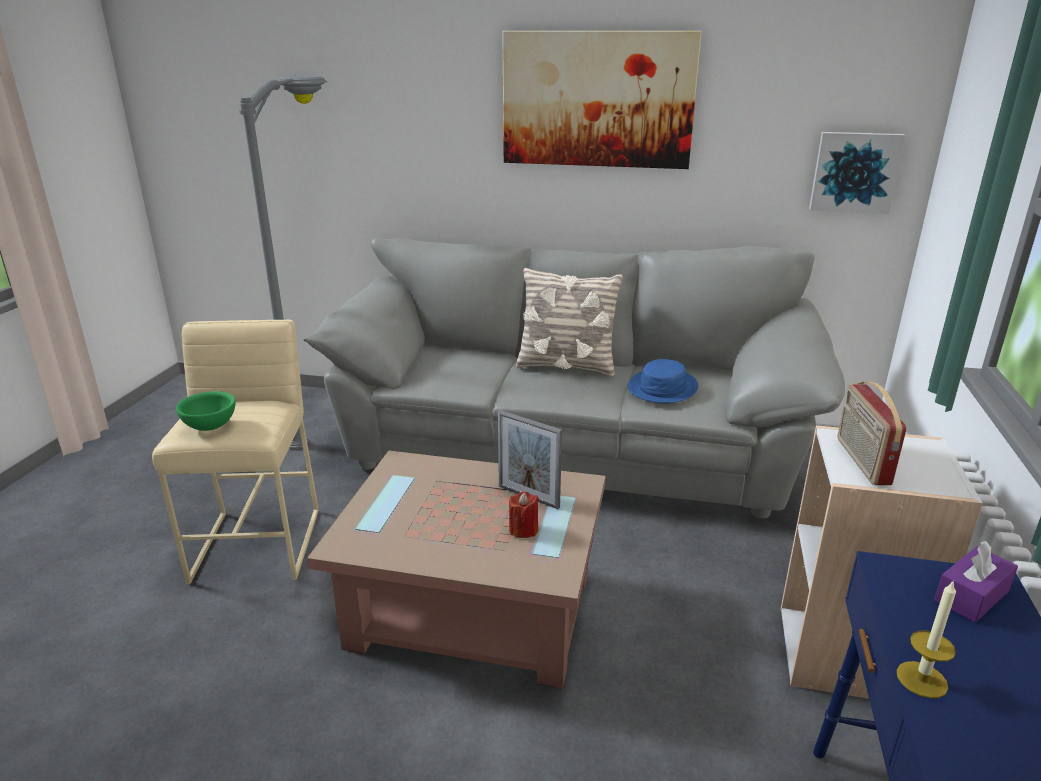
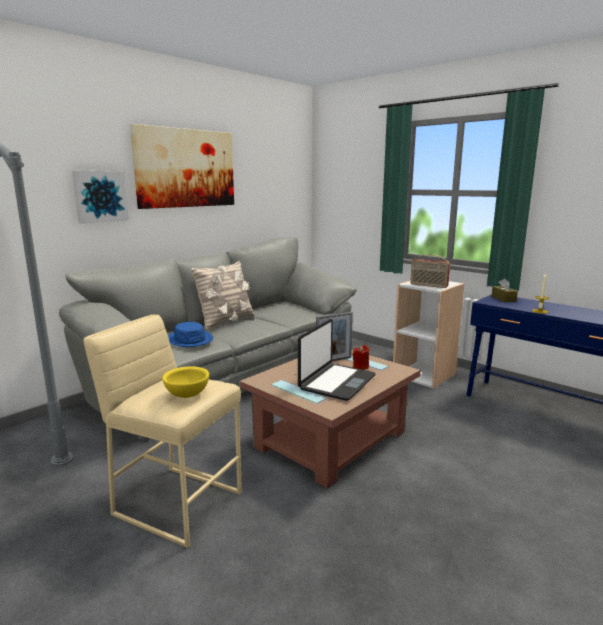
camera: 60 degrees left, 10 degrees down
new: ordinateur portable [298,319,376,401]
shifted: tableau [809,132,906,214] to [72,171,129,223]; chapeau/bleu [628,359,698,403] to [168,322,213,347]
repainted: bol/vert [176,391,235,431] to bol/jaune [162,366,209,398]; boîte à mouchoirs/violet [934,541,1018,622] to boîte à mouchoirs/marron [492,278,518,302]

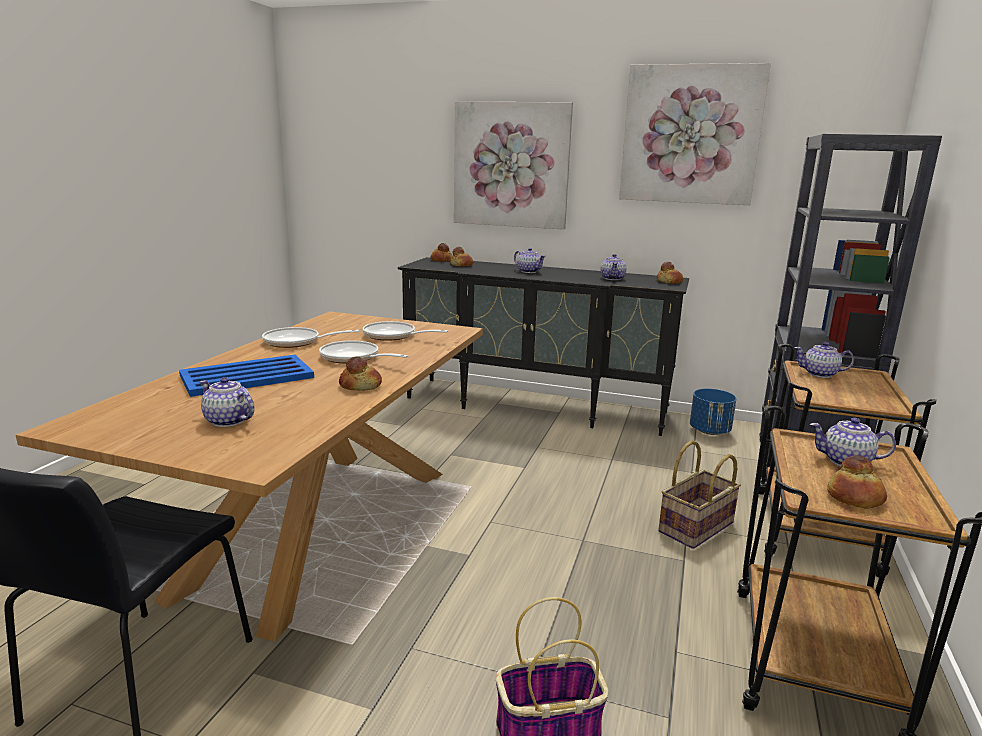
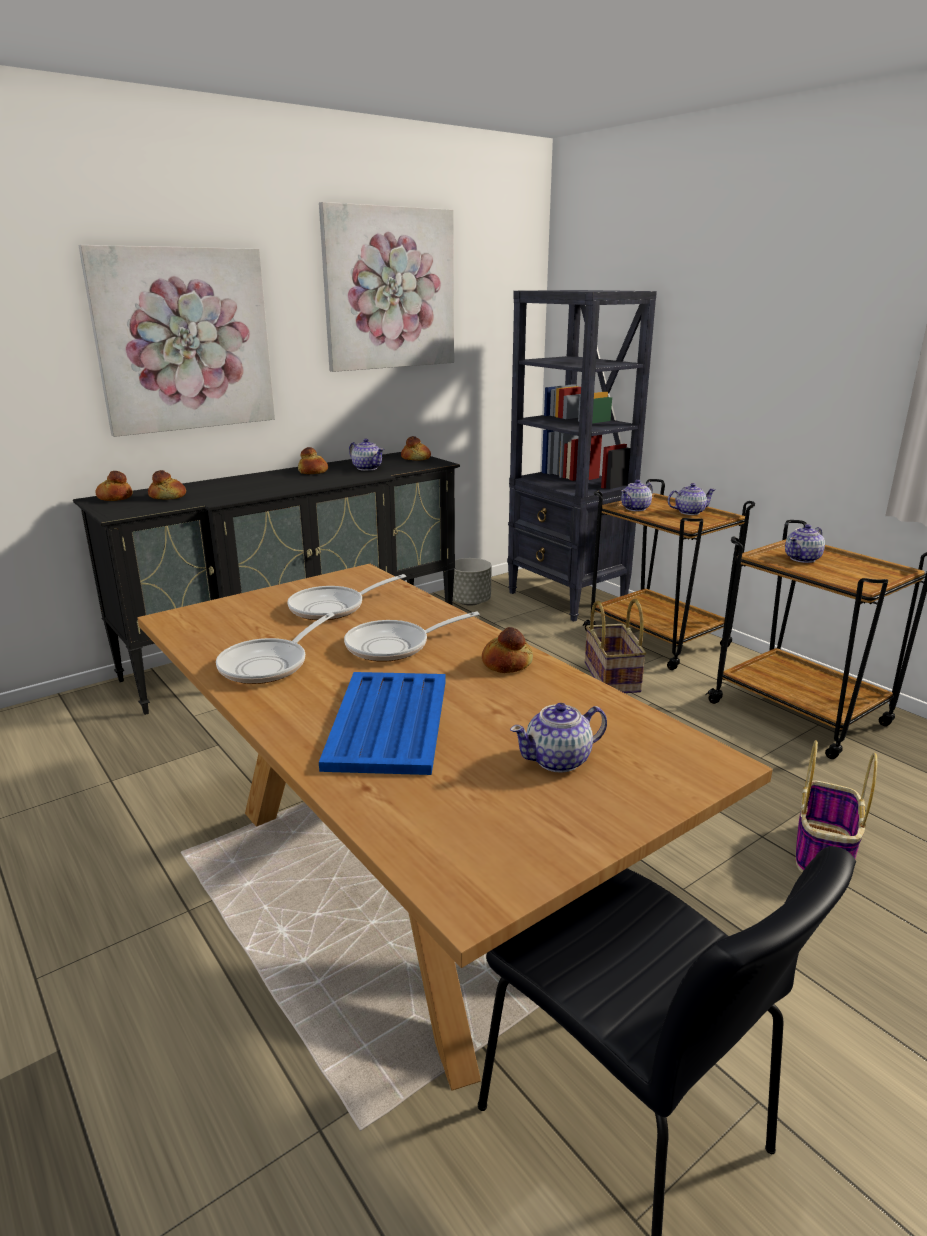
camera: 55 degrees left, 5 degrees up
shifted: théière [514,248,546,273] to [668,483,716,515]; pain [827,455,887,509] to [298,447,328,474]
repainted: cache-pot/bleu [690,389,736,435] to cache-pot/gris [453,558,492,606]

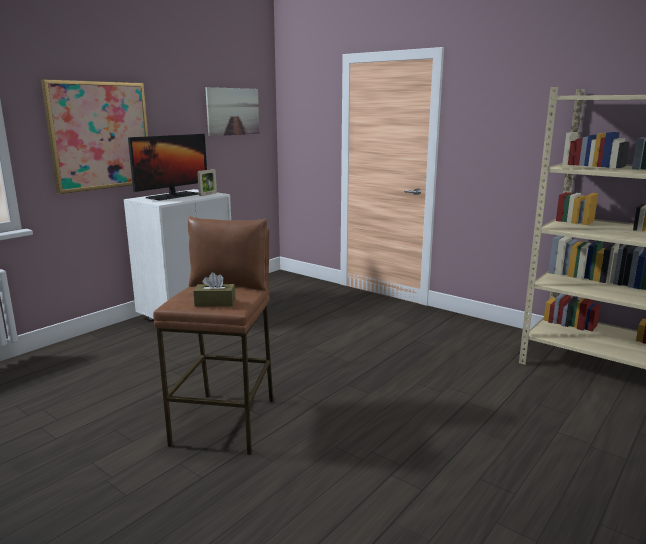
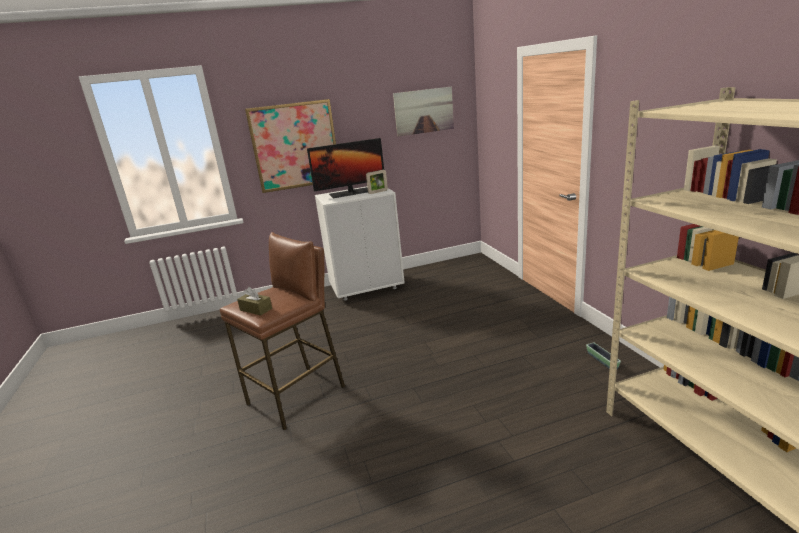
camera: 35 degrees right, 5 degrees up
new: cache-pot [586,342,621,369]

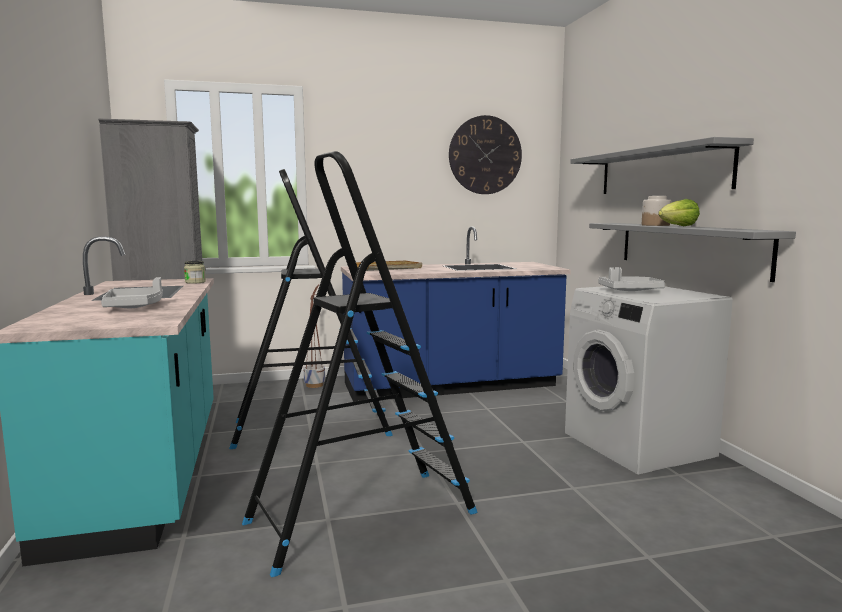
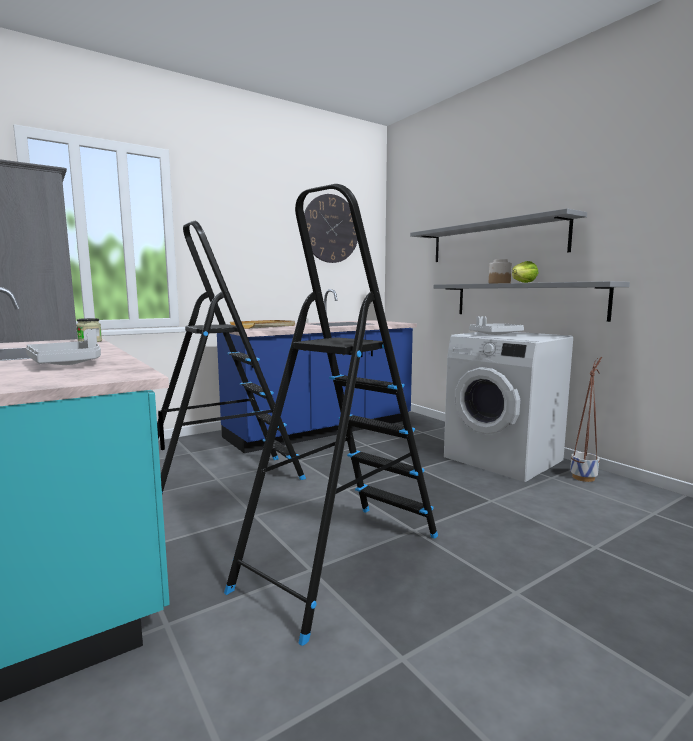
camera: 20 degrees left, 0 degrees up
shifted: cache-pot [303,284,325,388] to [570,357,602,482]

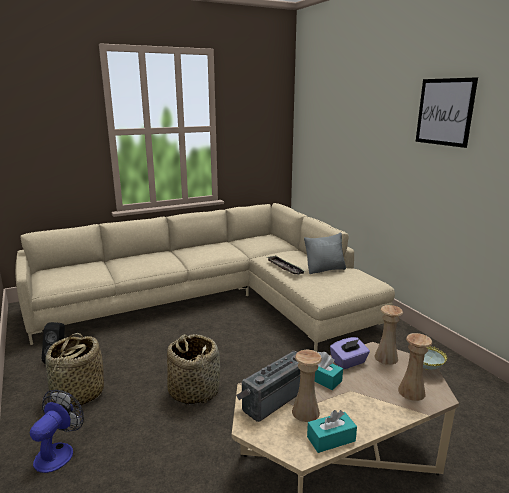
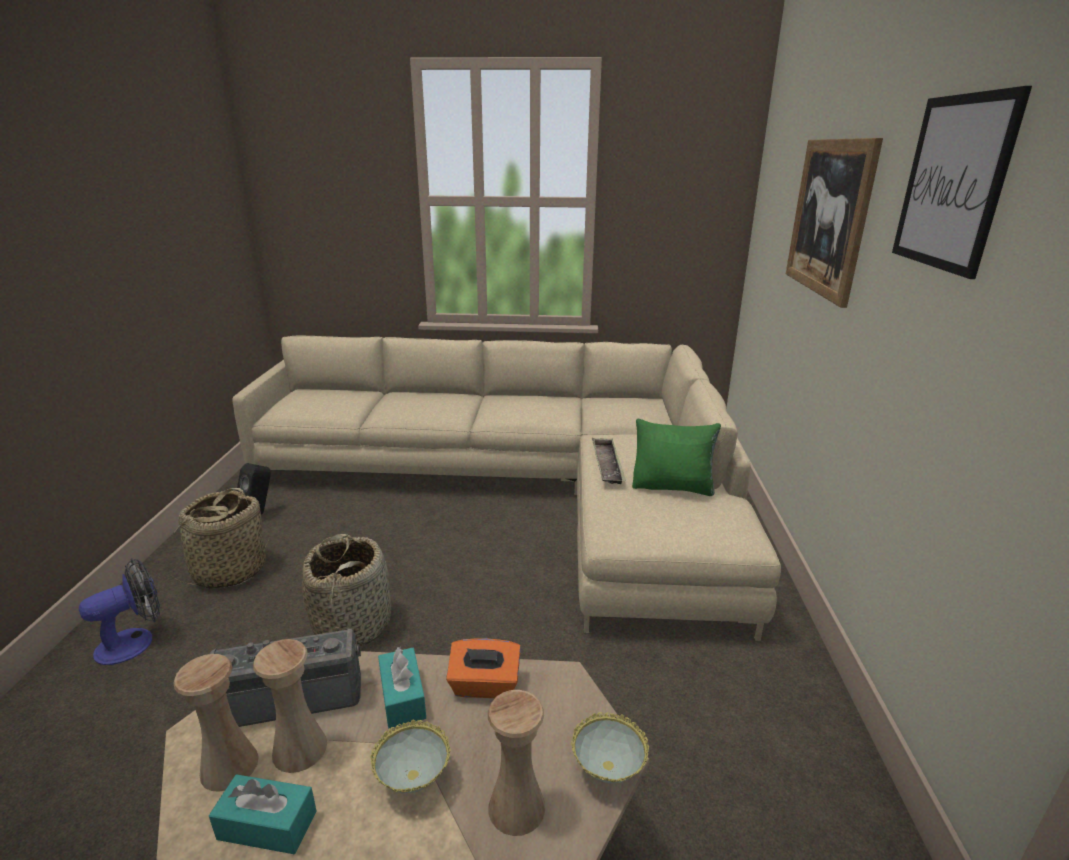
camera: 30 degrees right, 5 degrees up
new: tableau [786,138,883,308]; bol [370,719,450,794]
shifted: vase/beige [374,305,403,365] to [174,654,259,792]
repainted: coussin/gris [304,233,346,274] to coussin/vert [632,419,721,496]; boîte à mouchoirs/violet [330,337,370,369] to boîte à mouchoirs/orange [446,638,521,698]

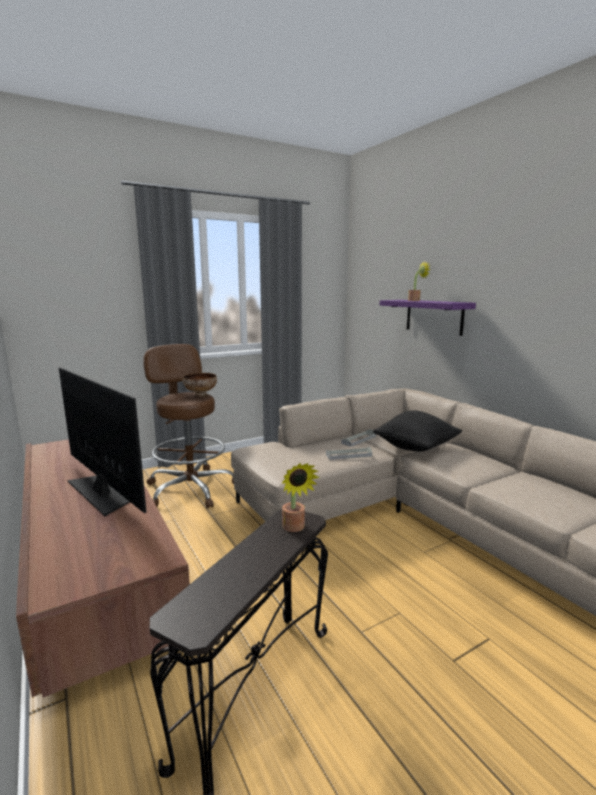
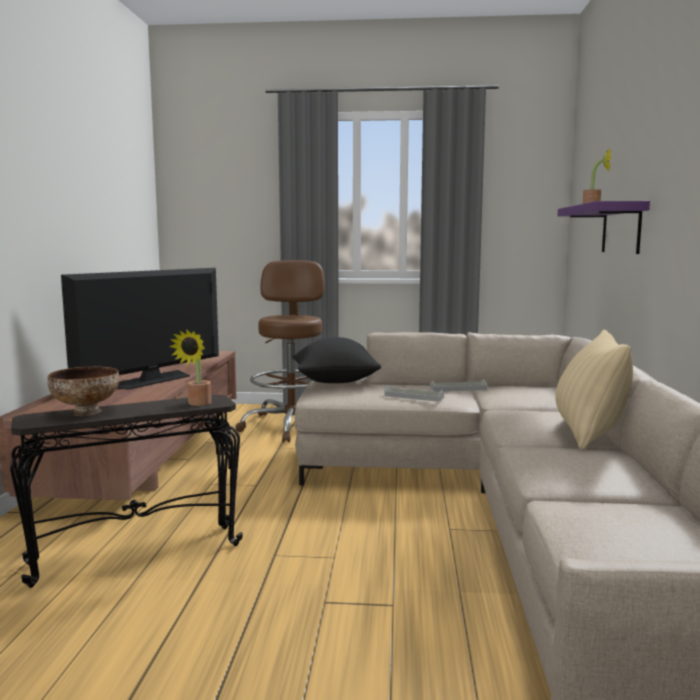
camera: 35 degrees right, 5 degrees down
new: coussin/beige [555,330,633,450]
shifted: bol [183,373,217,398] to [47,367,120,416]; coussin/noir [373,410,462,452] to [293,337,381,383]
rotated: téléviseur [59,367,147,516] = [61,268,219,390] 45 degrees clockwise

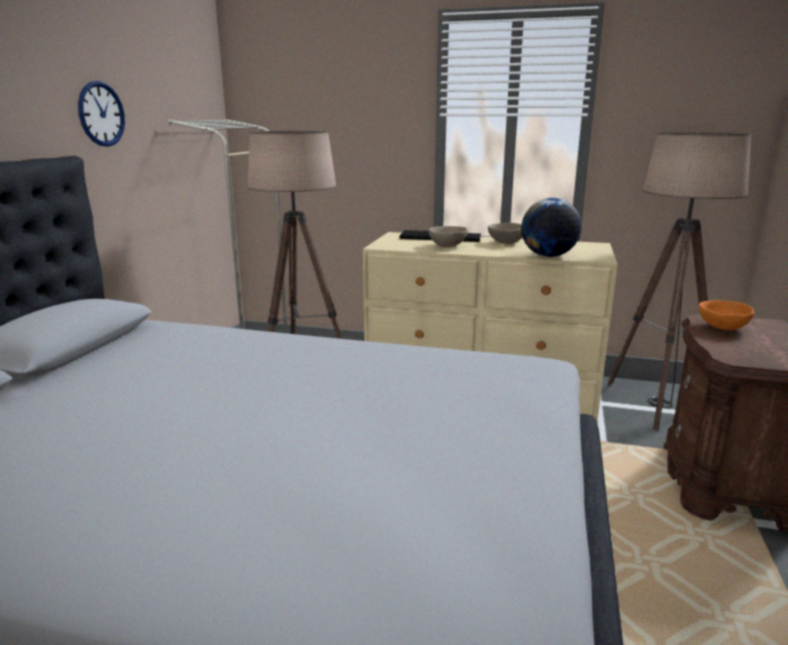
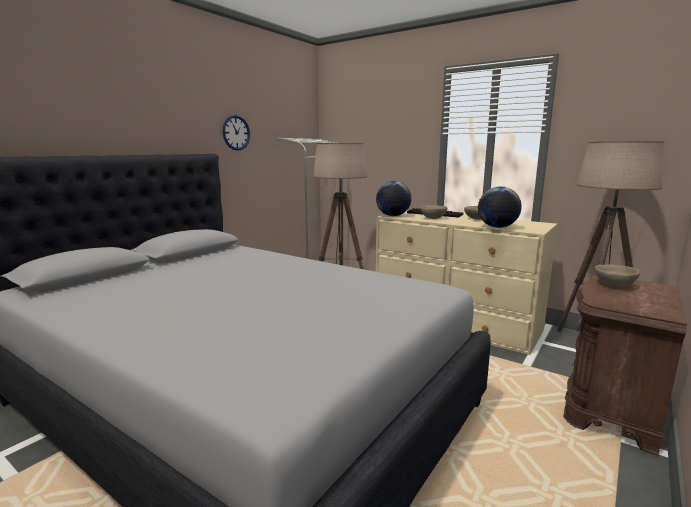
camera: 20 degrees right, 5 degrees down
new: globe [376,181,411,216]
repainted: bol/orange [699,300,754,330] to bol/beige [595,265,640,287]

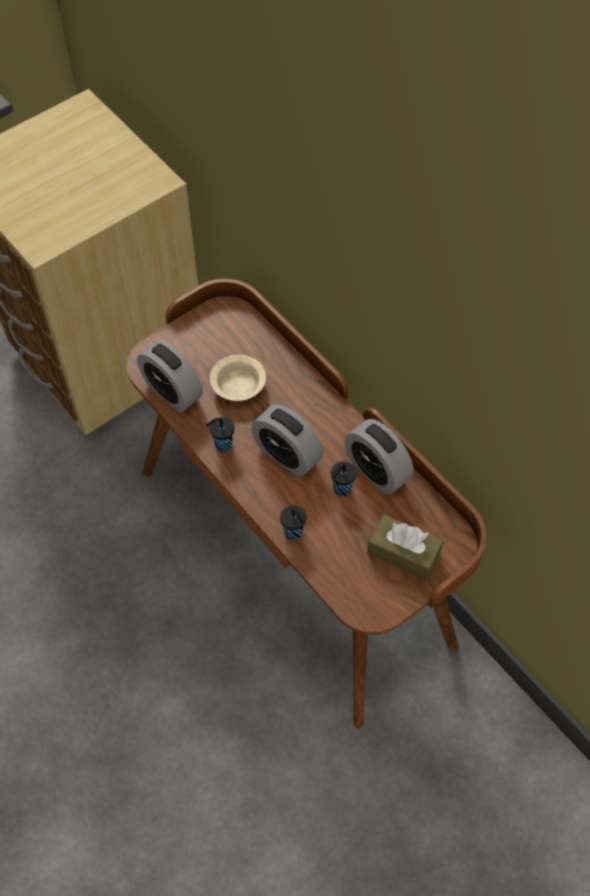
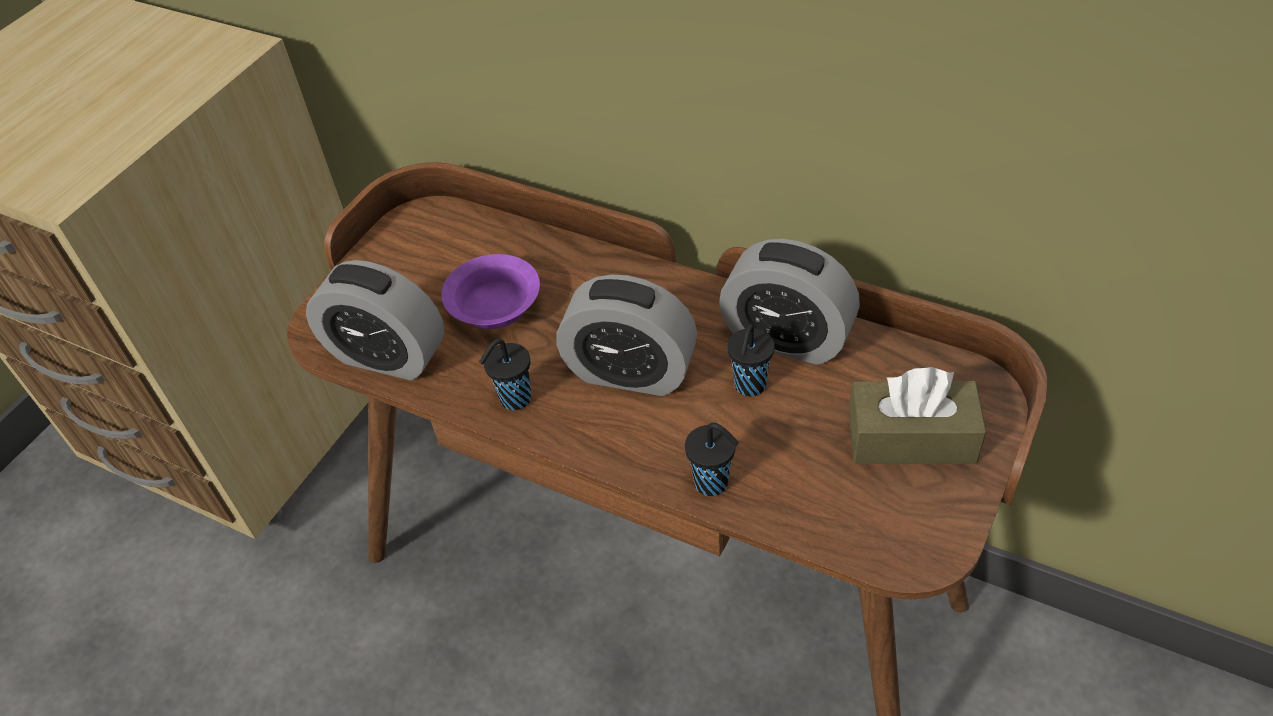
camera: 20 degrees left, 10 degrees down
repainted: bol/beige [210,355,266,401] to bol/violet [441,254,540,329]

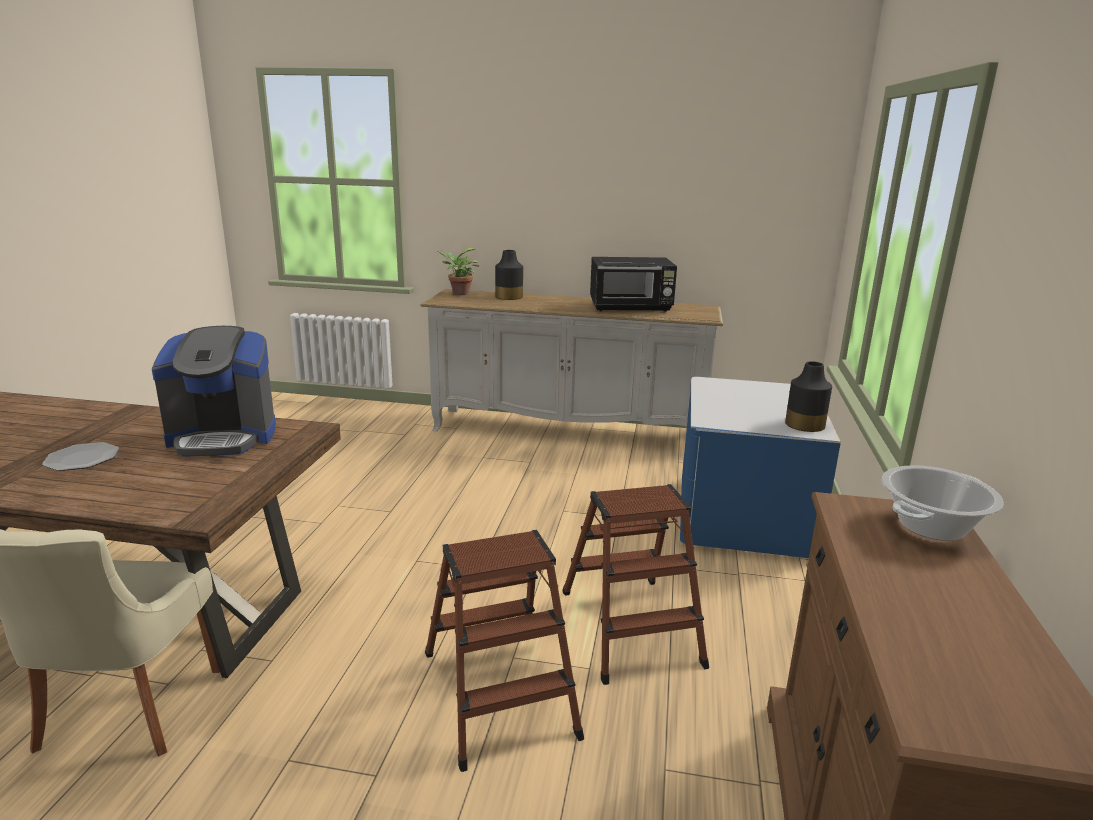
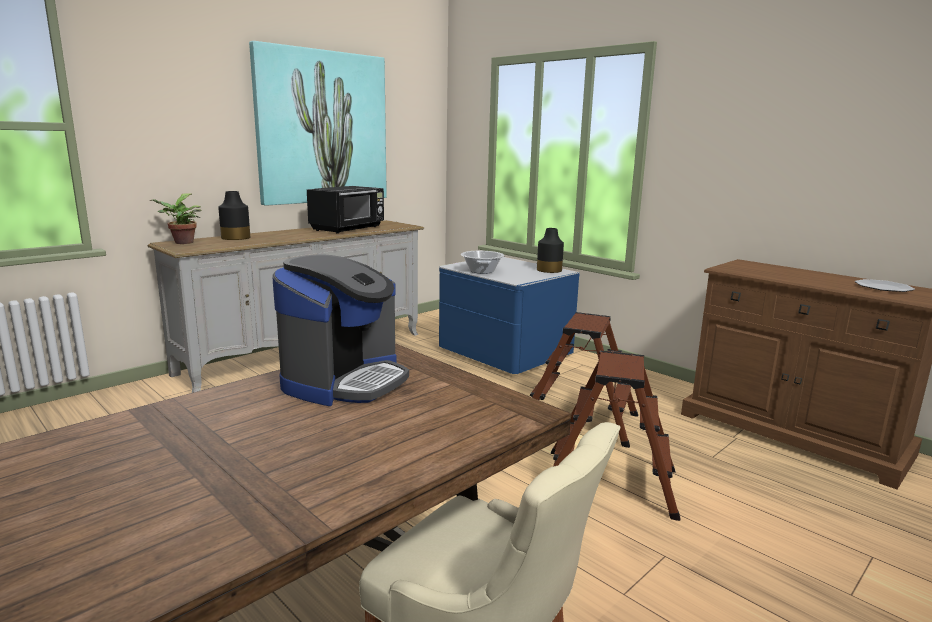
camera: 55 degrees left, 5 degrees down
new: tableau [249,41,387,206]
shifted: assiette [42,442,119,471] to [855,279,915,292]; marmite [882,465,1004,541] to [461,251,504,274]

